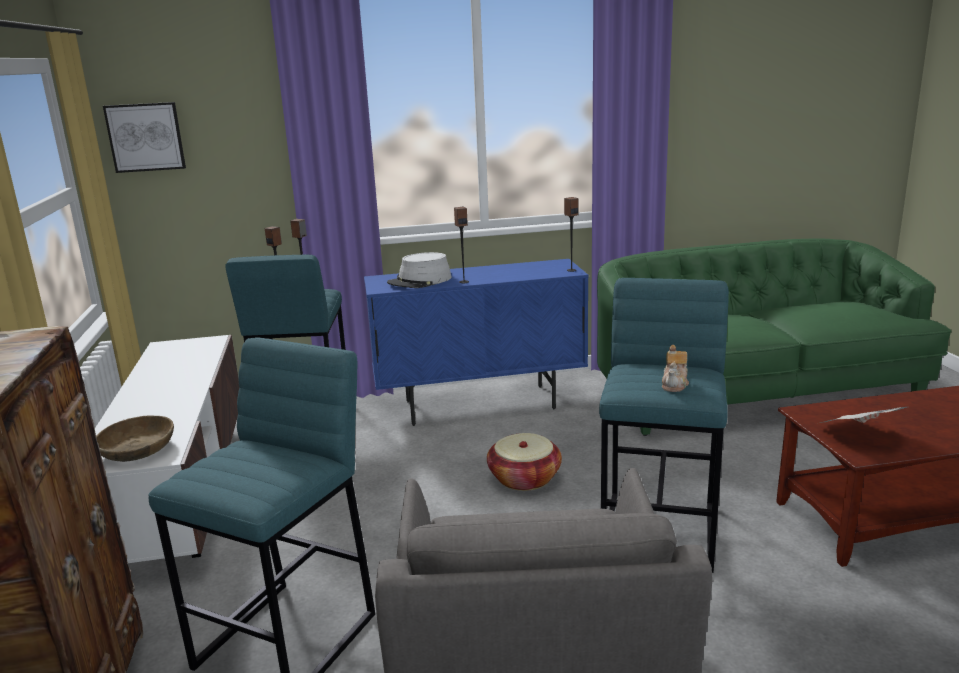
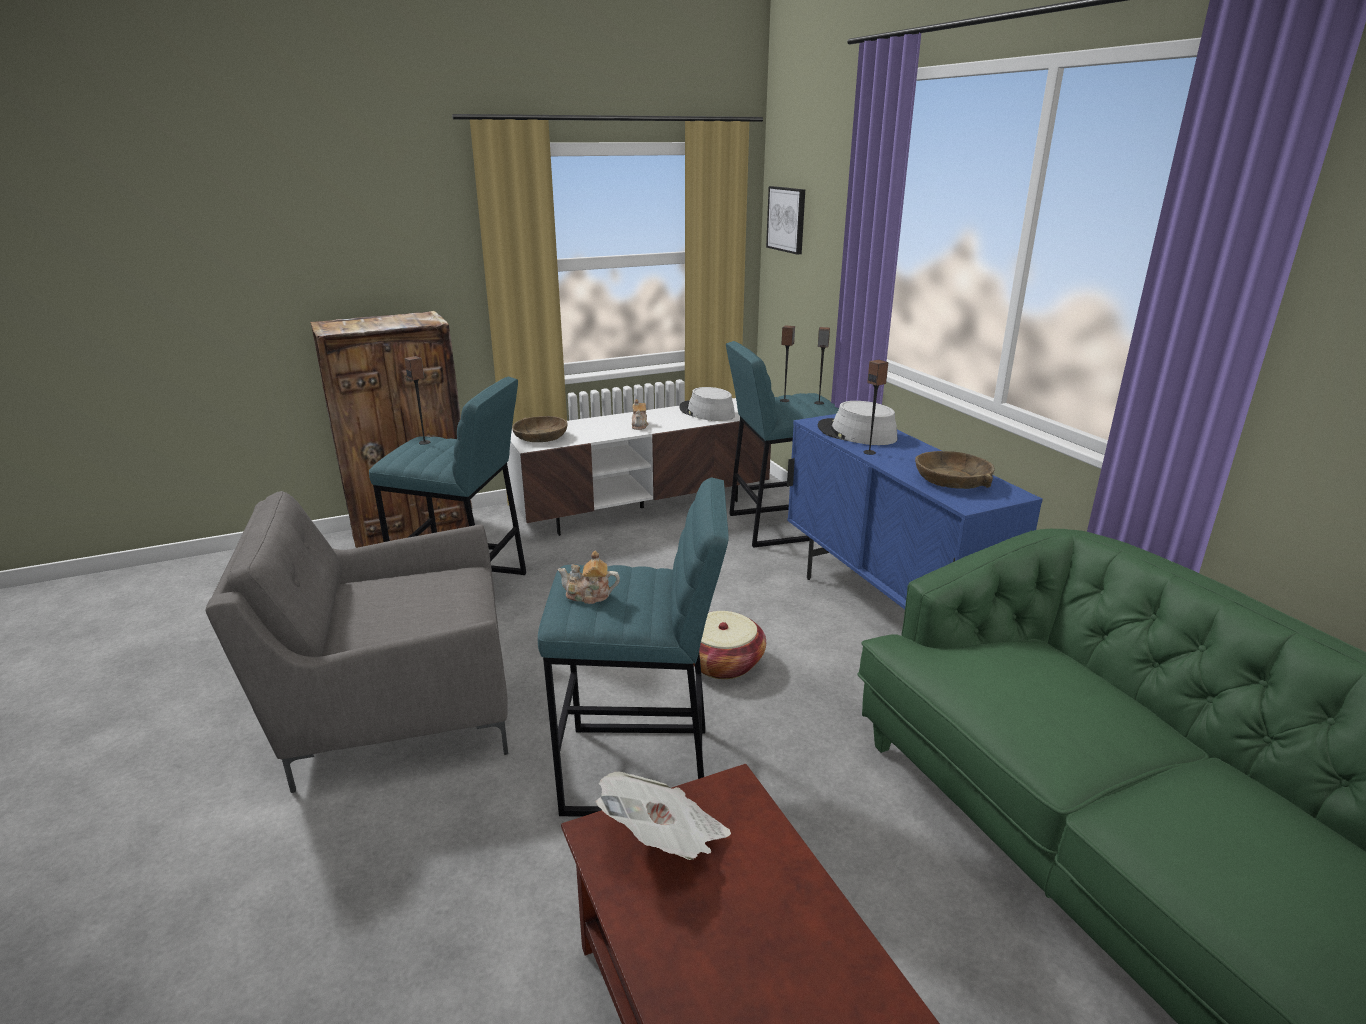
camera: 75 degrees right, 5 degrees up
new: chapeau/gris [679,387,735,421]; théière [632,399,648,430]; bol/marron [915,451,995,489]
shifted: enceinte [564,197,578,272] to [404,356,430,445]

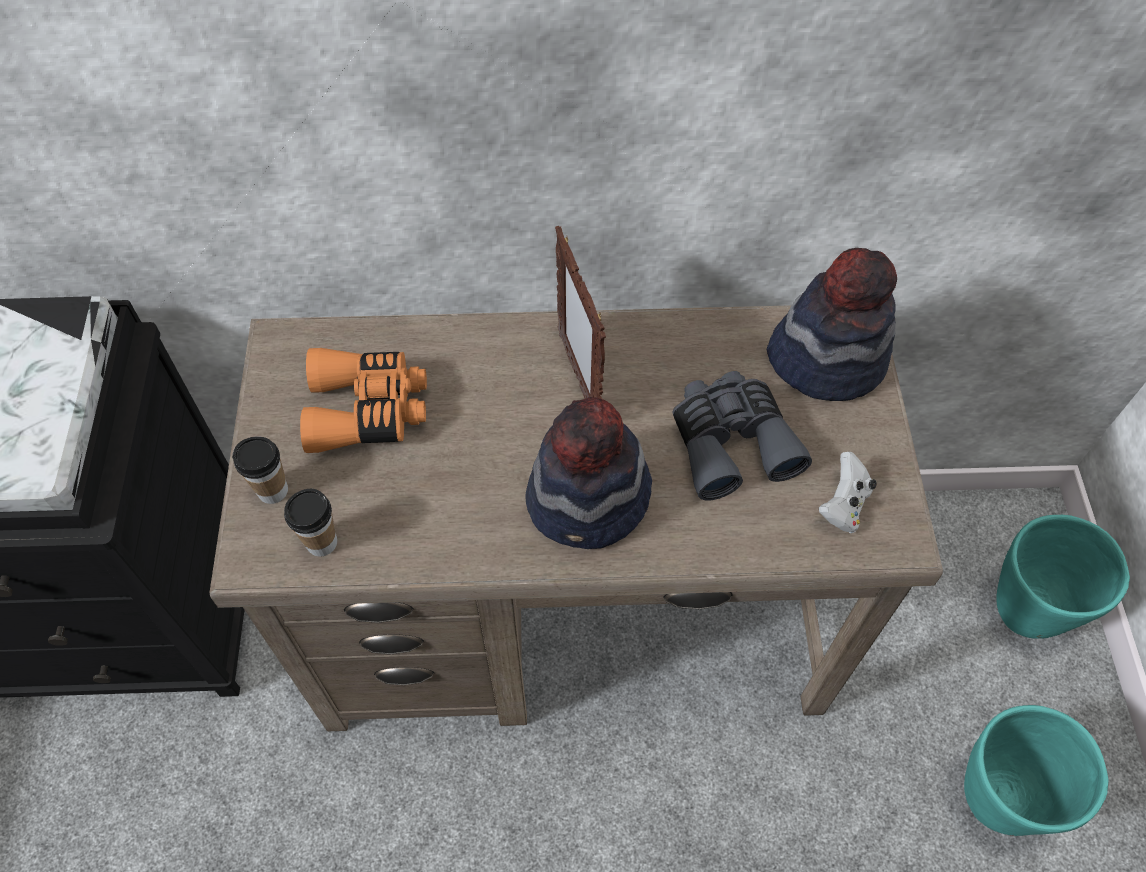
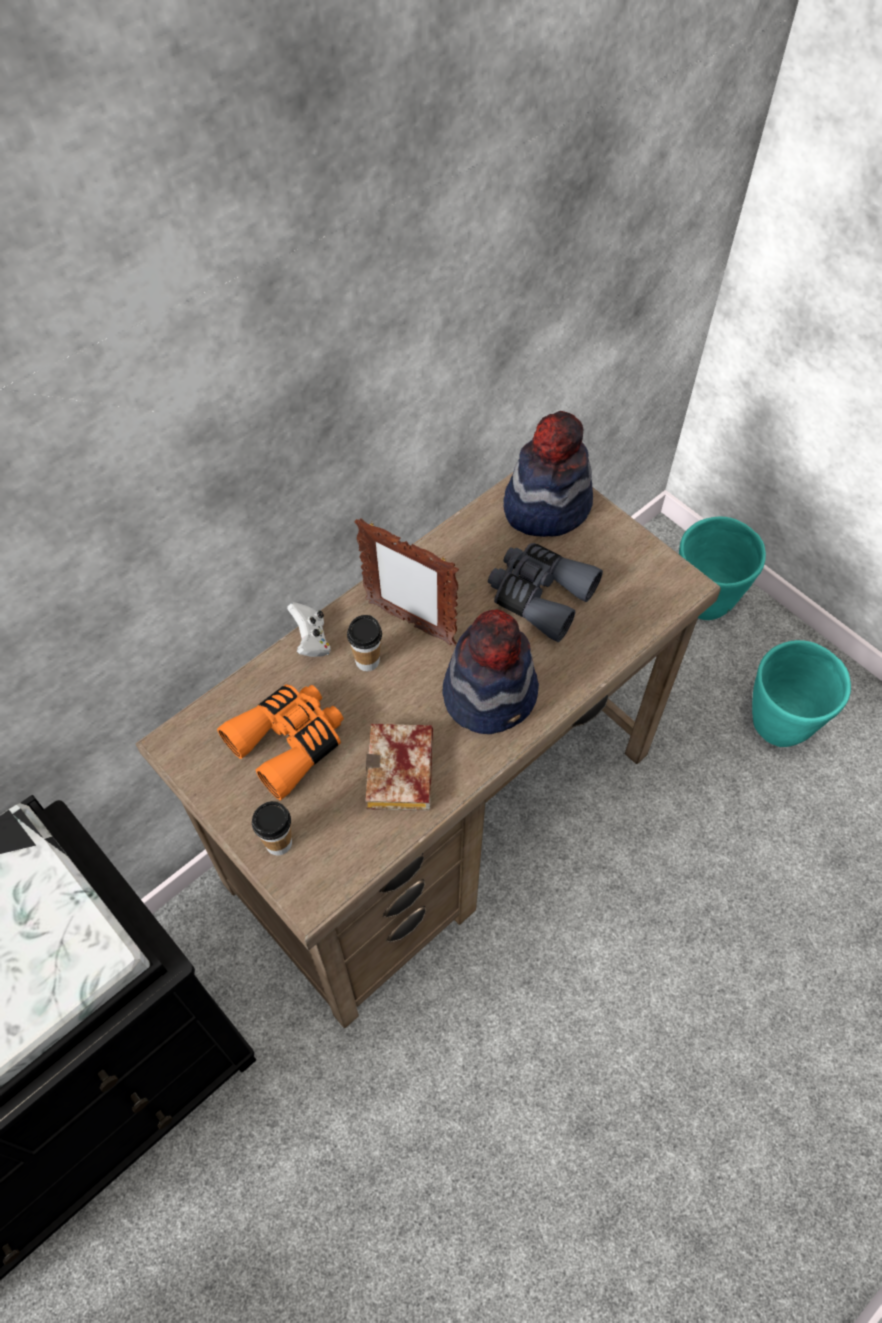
camera: 40 degrees left, 0 degrees up
new: livre [365,724,433,811]
shifted: manette/blanc [819,452,877,533] to [287,602,331,657]; tasse [284,489,337,556] to [347,615,382,671]

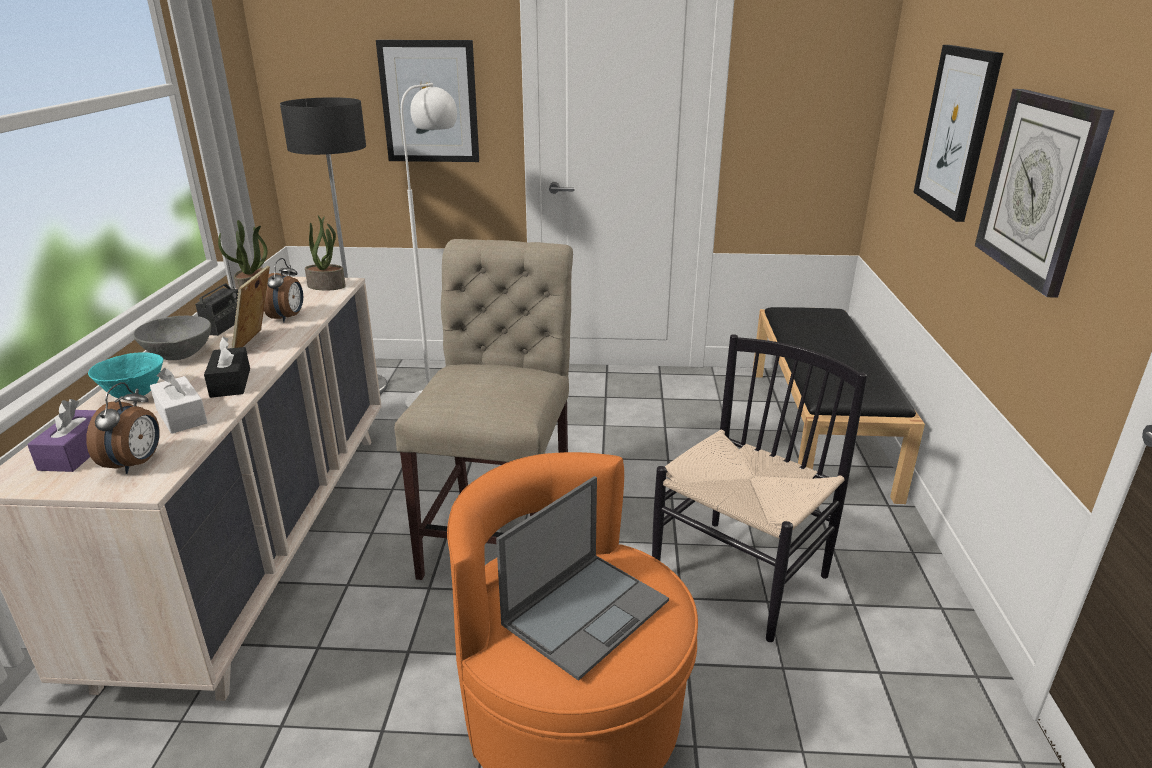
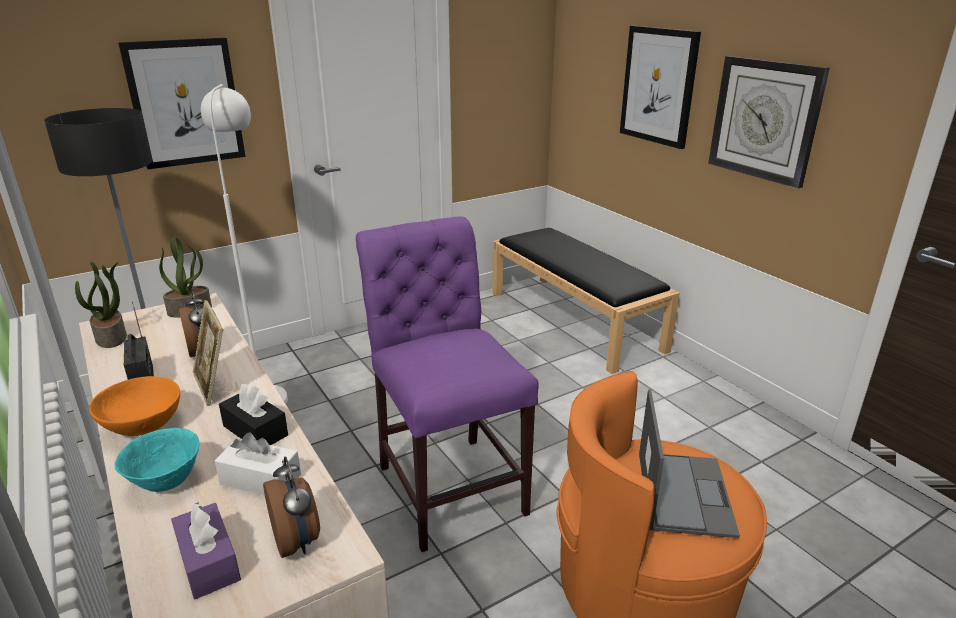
camera: 35 degrees left, 0 degrees up
gone: chaise/noir [652,334,867,642]
repainted: chaise/beige [394,239,573,580] to chaise/violet [356,216,539,552]; bol/gris [133,316,211,360] to bol/orange [89,376,180,436]

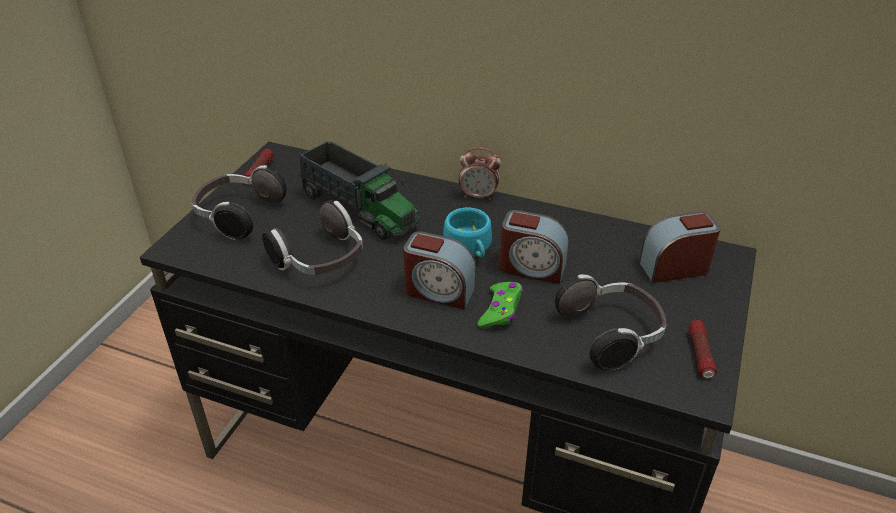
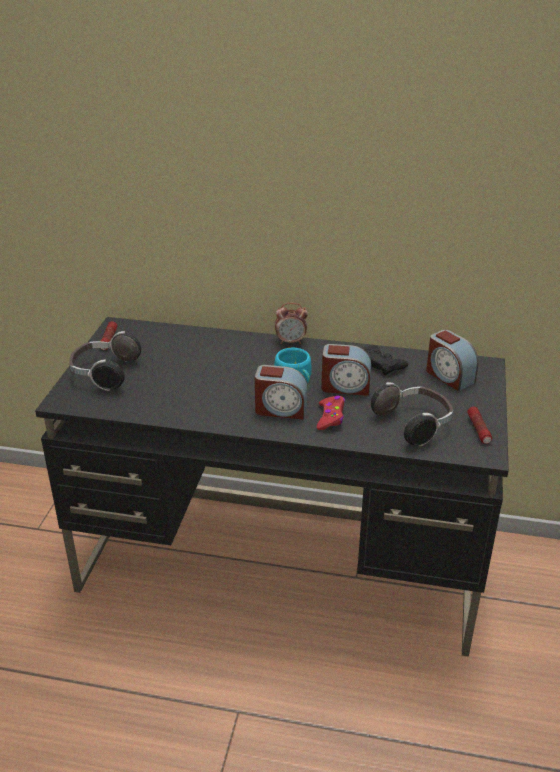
camera: 10 degrees left, 5 degrees down
gone: camion jouet [299,141,420,240]; casque audio [262,200,363,275]
new: manette/noir [363,345,408,376]
repainted: manette/vert [478,282,523,328] to manette/rouge [317,395,345,430]
rotated: réveil [639,211,720,283] = [426,330,479,391] 105 degrees counterclockwise

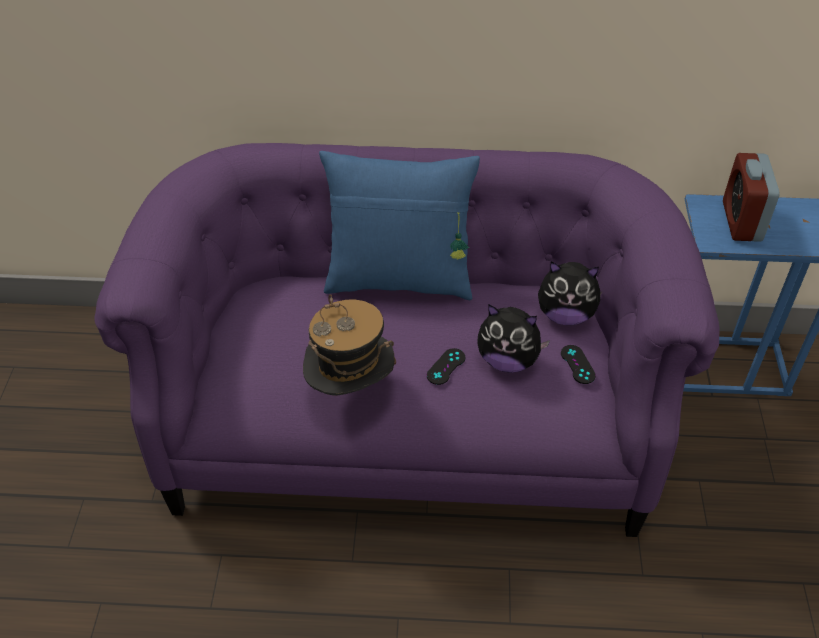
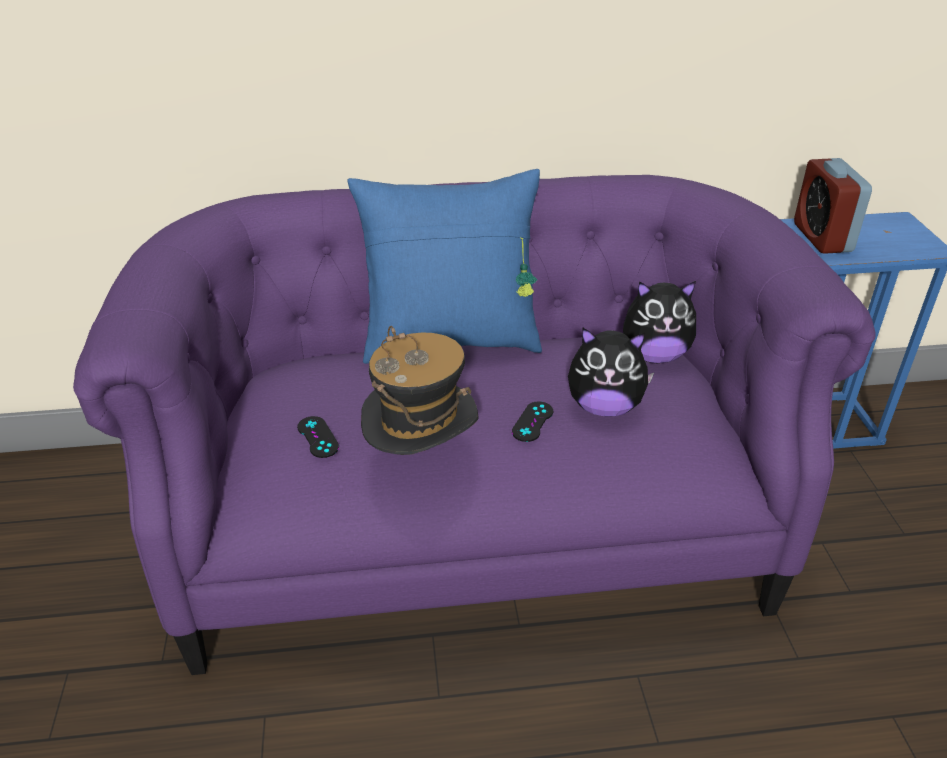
camera: 10 degrees left, 10 degrees down
shifted: manette/noir [561,345,596,384] to [297,416,339,458]

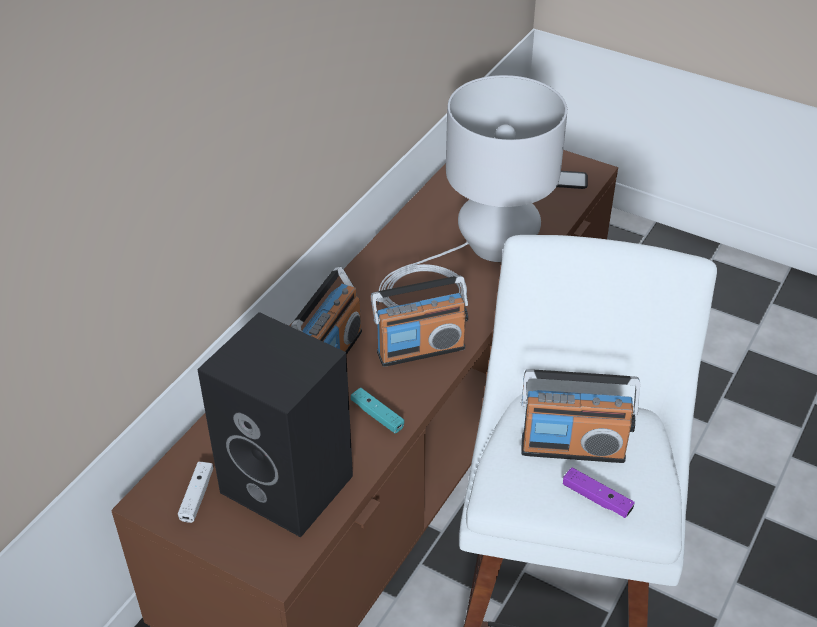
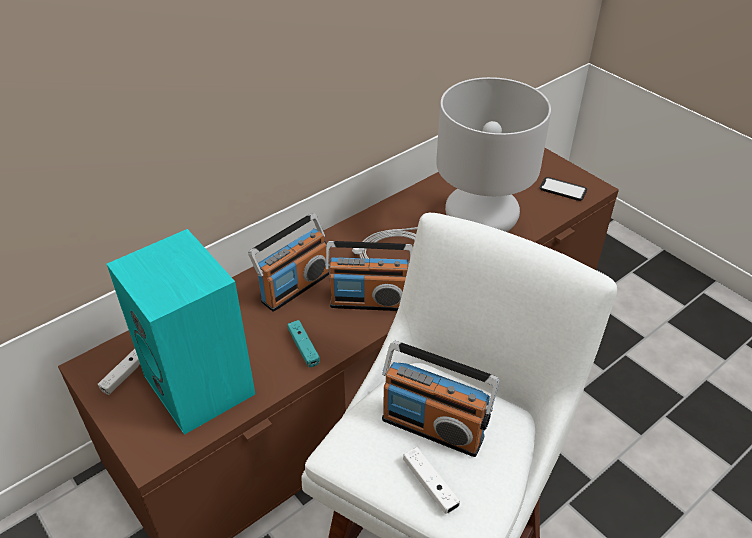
camera: 20 degrees right, 0 degrees up
repainted: enceinte/noir [197,312,353,537] to enceinte/turquoise [107,229,255,435]; manette/violet [563,467,635,518] to manette/blanc [403,447,460,514]

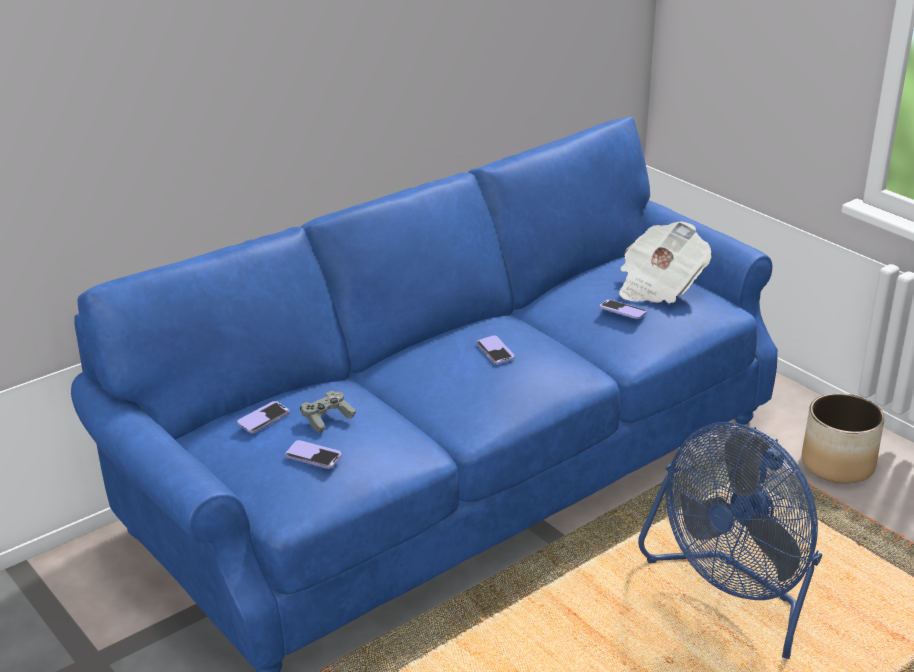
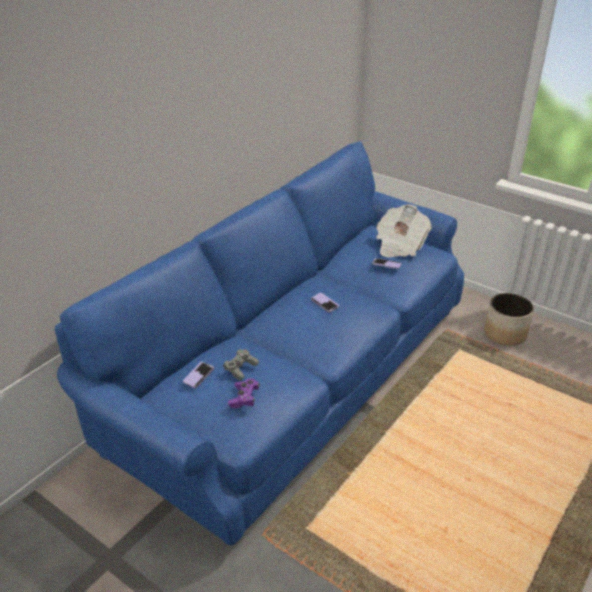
camera: 15 degrees left, 5 degrees up
gone: ventilateur/bleu [638,422,822,659]
swapped: téléphone [285,440,342,469] to manette/violet [228,378,260,408]

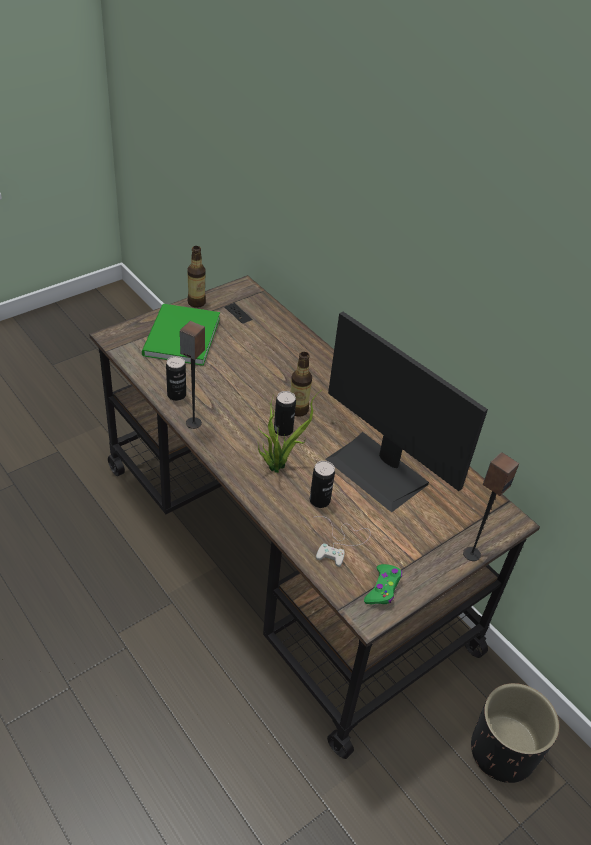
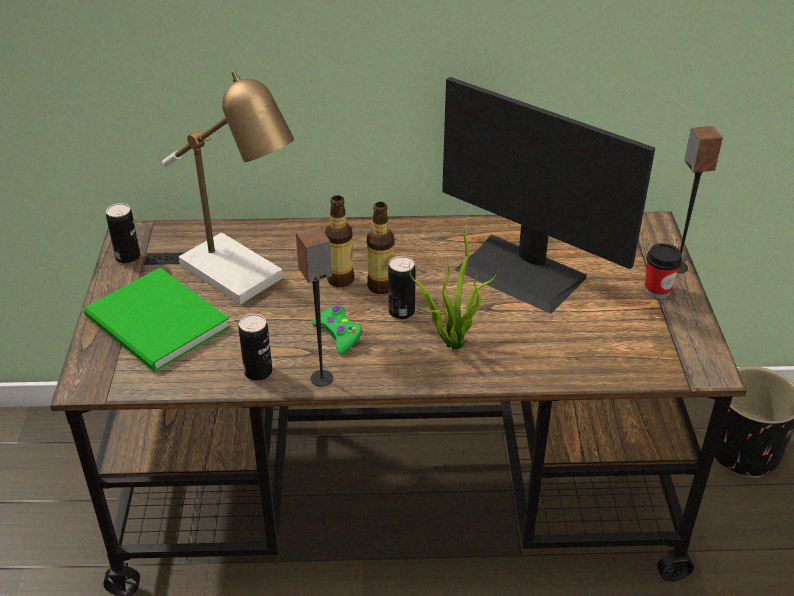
camera: 50 degrees left, 5 degrees down
gone: manette/blanc [315,516,371,567]
new: lampe de table [162,71,294,305]; tasse [645,243,682,299]
shifted: bouteille [187,246,206,308] to [325,195,354,287]; boîte métallique [310,461,335,508] to [106,203,140,263]; manette/vert [364,564,402,605] to [312,305,363,355]
rotated: écran d'ordinateur [326,312,488,512] = [442,77,655,314] 45 degrees clockwise

